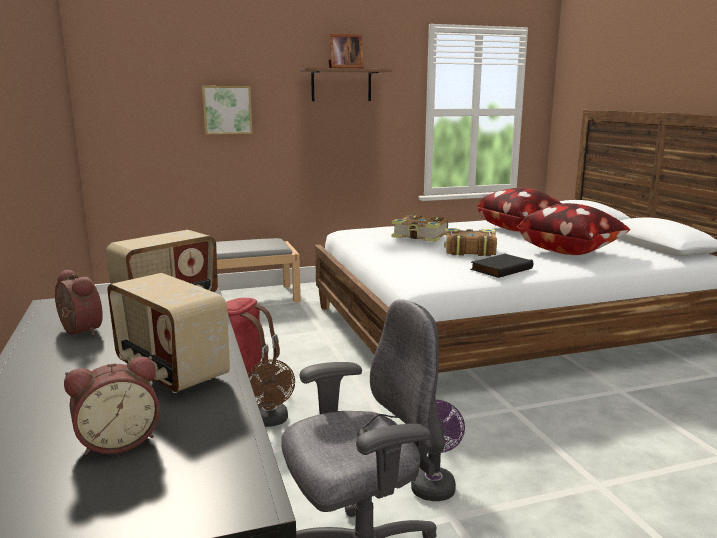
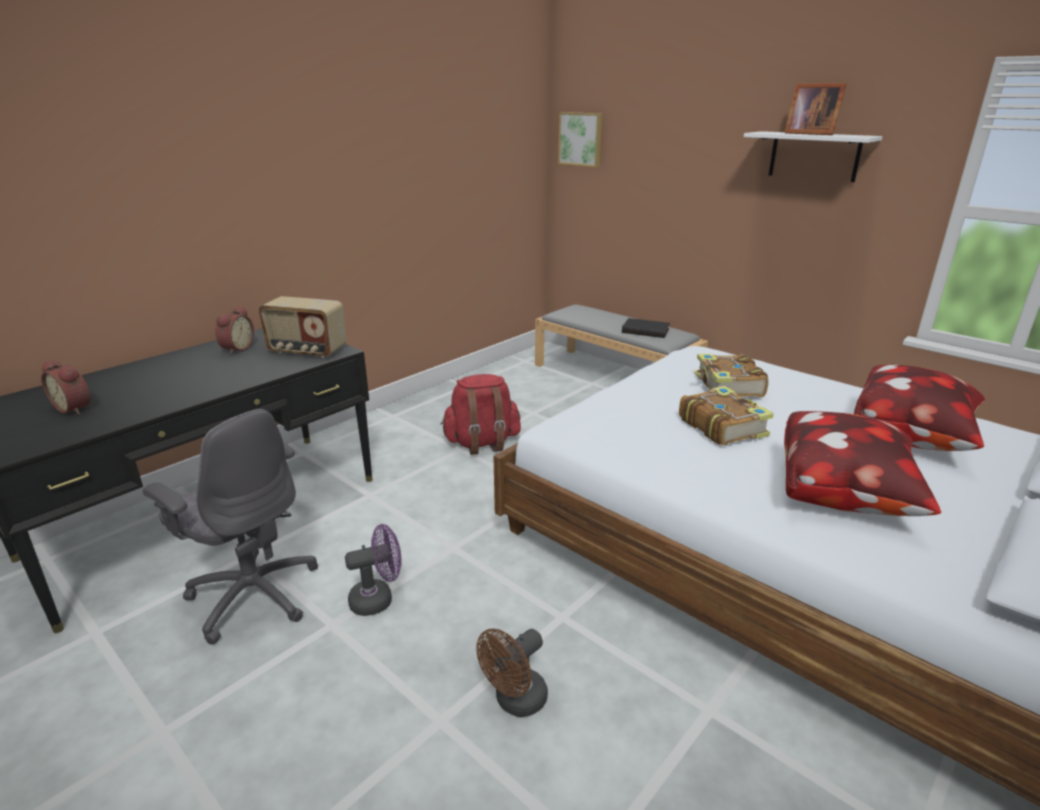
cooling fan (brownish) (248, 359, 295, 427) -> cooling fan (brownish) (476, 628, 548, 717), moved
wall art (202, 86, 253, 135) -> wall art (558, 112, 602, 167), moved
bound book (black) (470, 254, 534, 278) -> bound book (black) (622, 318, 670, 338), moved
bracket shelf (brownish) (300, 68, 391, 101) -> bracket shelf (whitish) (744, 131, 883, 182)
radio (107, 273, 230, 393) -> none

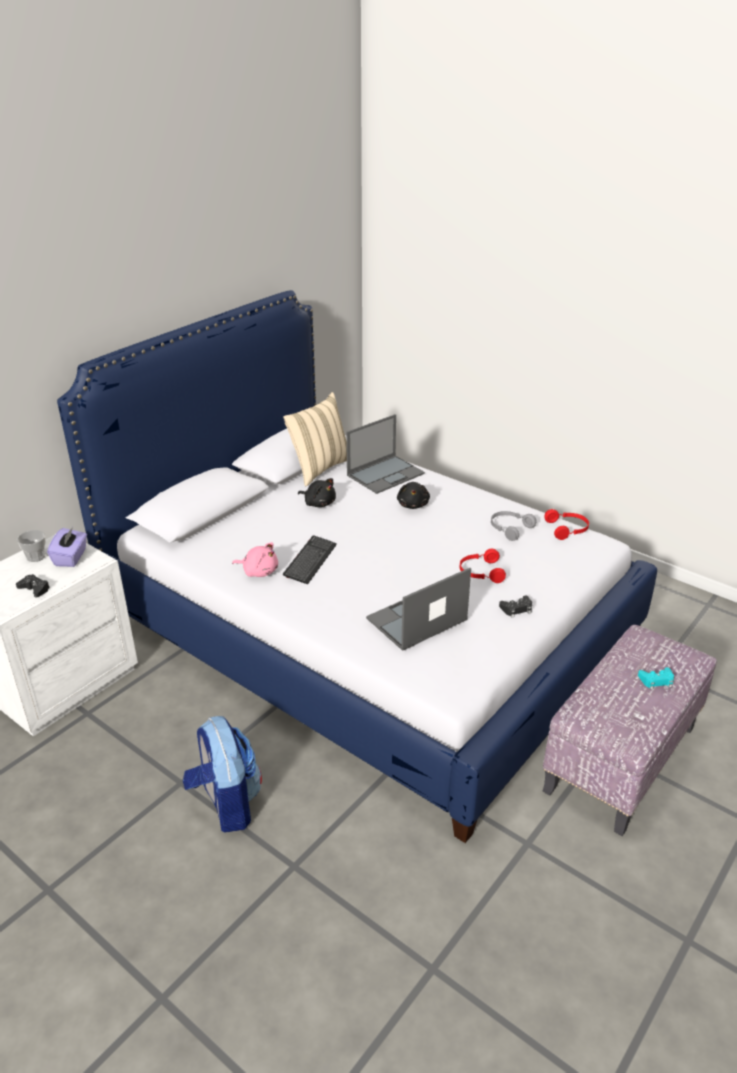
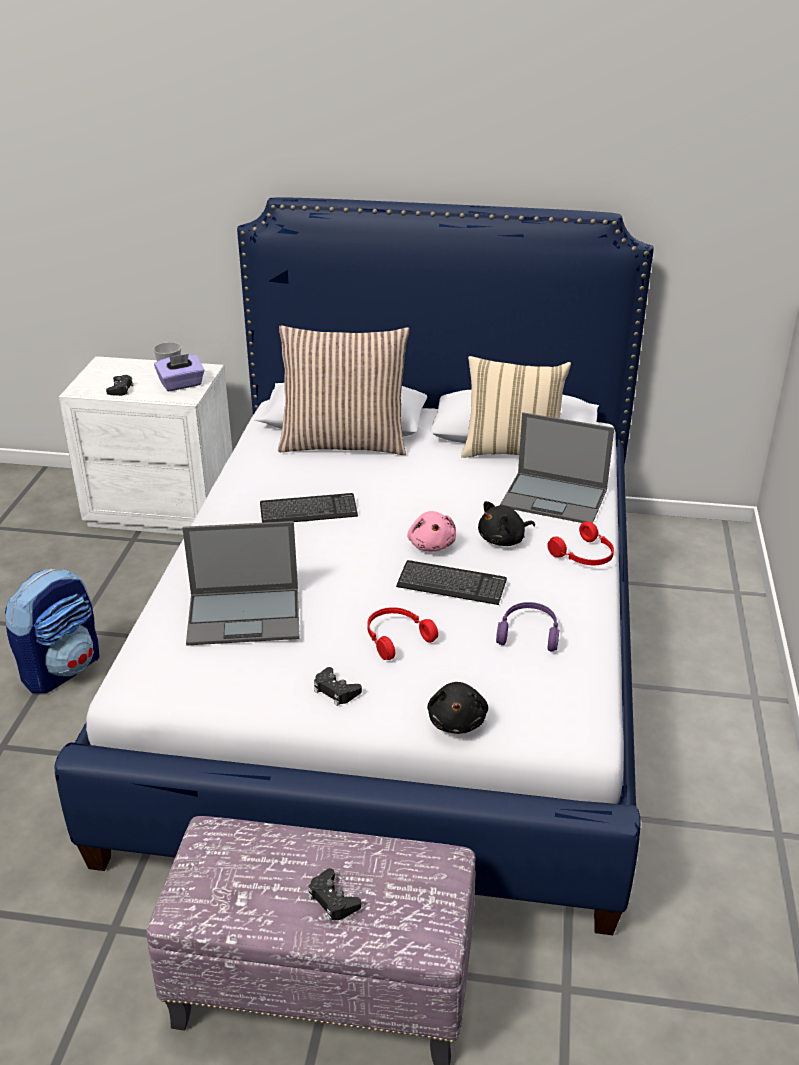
laptop (366, 568, 471, 651) -> laptop (182, 521, 299, 646), 150 degrees clockwise
none -> pillow (278, 326, 410, 455)
game controller (turquoise) (638, 667, 674, 689) -> game controller (black) (308, 868, 361, 922)
none -> keyboard (396, 560, 507, 605)
cuddly toy (pink) (232, 542, 278, 577) -> cuddly toy (pink) (407, 511, 456, 552), moved
cuddly toy (black) (298, 478, 336, 507) -> cuddly toy (black) (427, 682, 488, 734), moved
headphones (grey) (491, 511, 537, 541) -> headphones (purplish) (496, 602, 559, 651)
headphones (reddish) (544, 509, 589, 540) -> headphones (reddish) (547, 522, 614, 565), moved

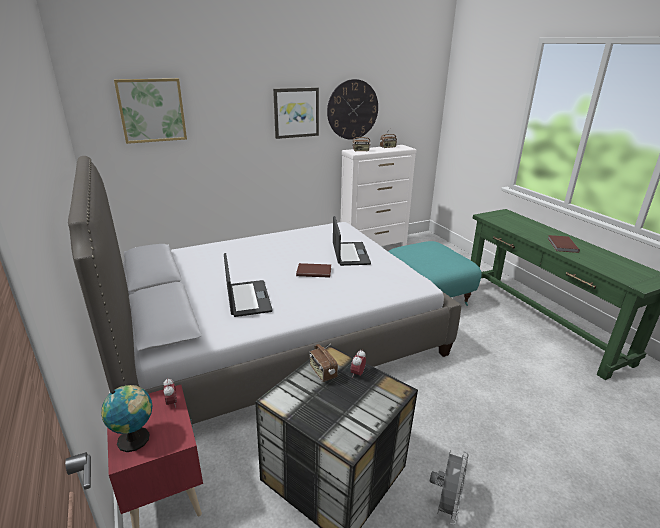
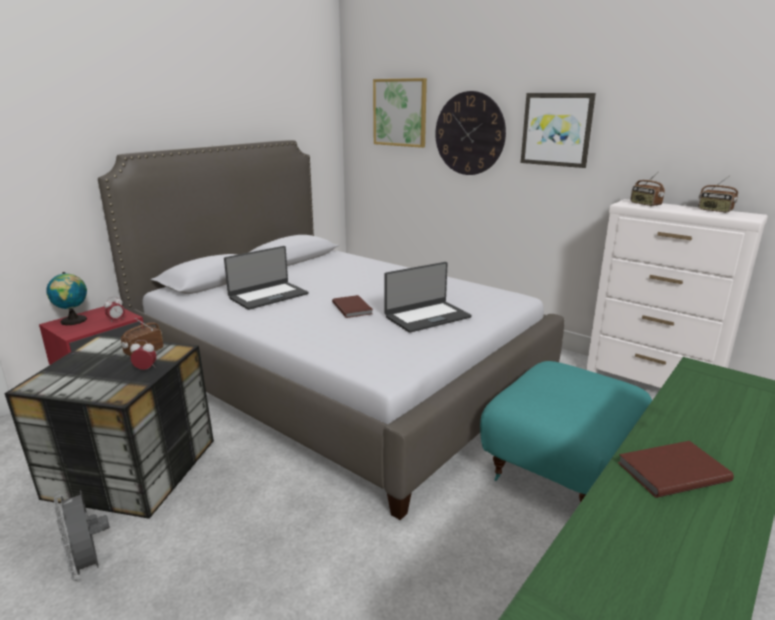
cooling fan (grey) (430, 450, 468, 525) -> cooling fan (grey) (54, 490, 110, 581), 60 degrees clockwise
wall clock (327, 79, 378, 140) -> wall clock (435, 91, 506, 175), moved

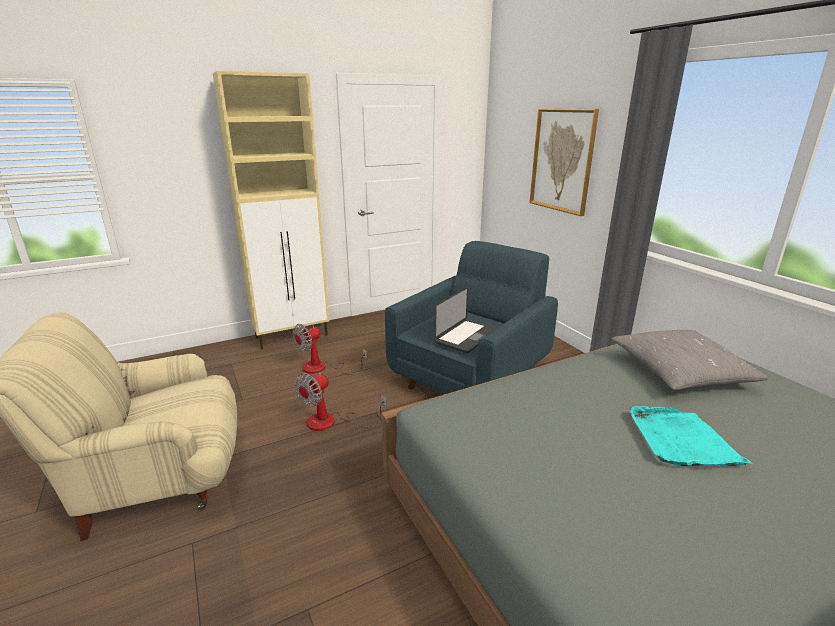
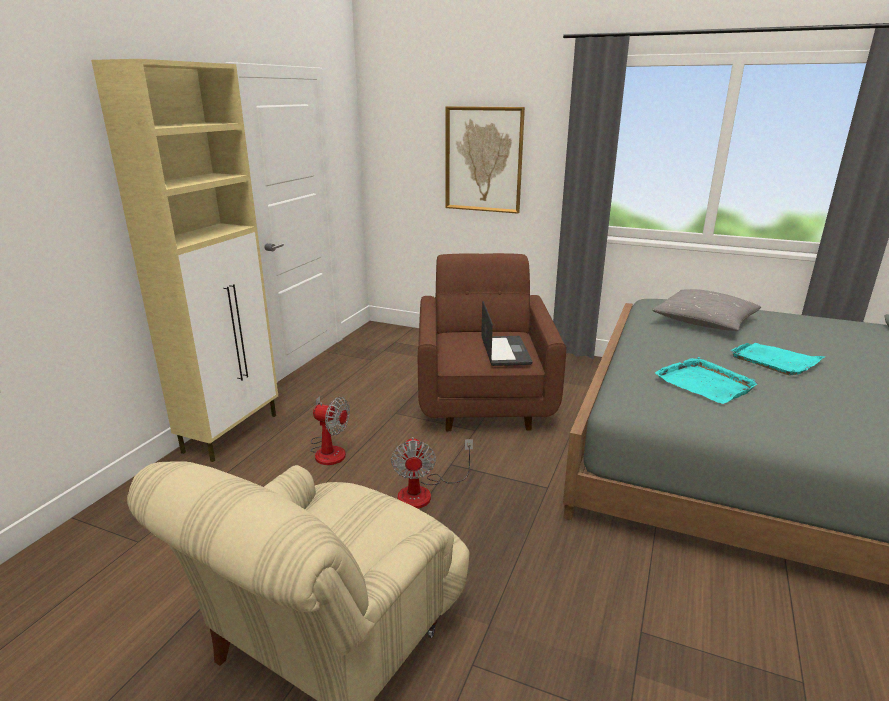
cooling fan (293, 324, 367, 375) -> cooling fan (311, 396, 350, 465), 75 degrees counterclockwise
armchair (blue) (385, 241, 558, 394) -> armchair (brownish) (418, 253, 566, 432)
none -> tray (turquoise) (655, 357, 758, 404)

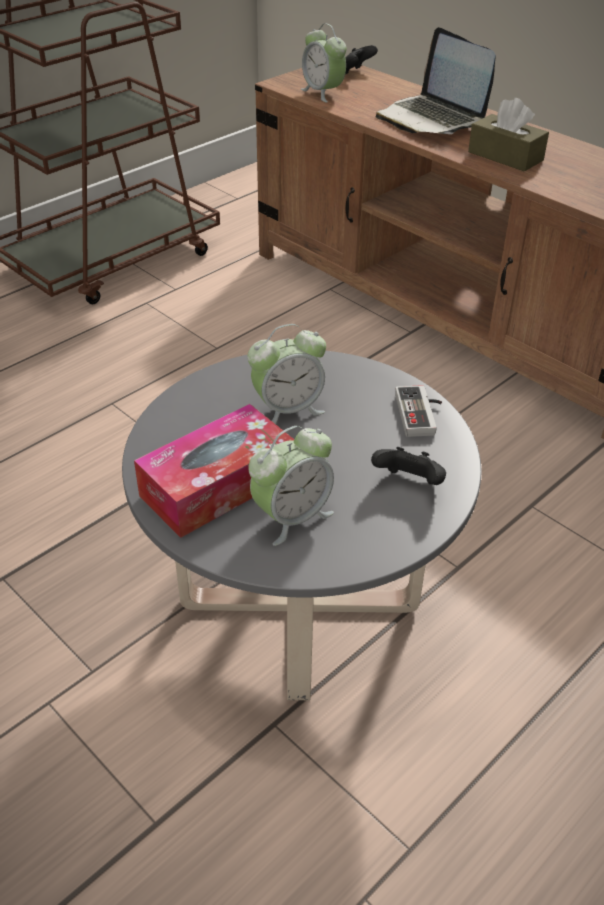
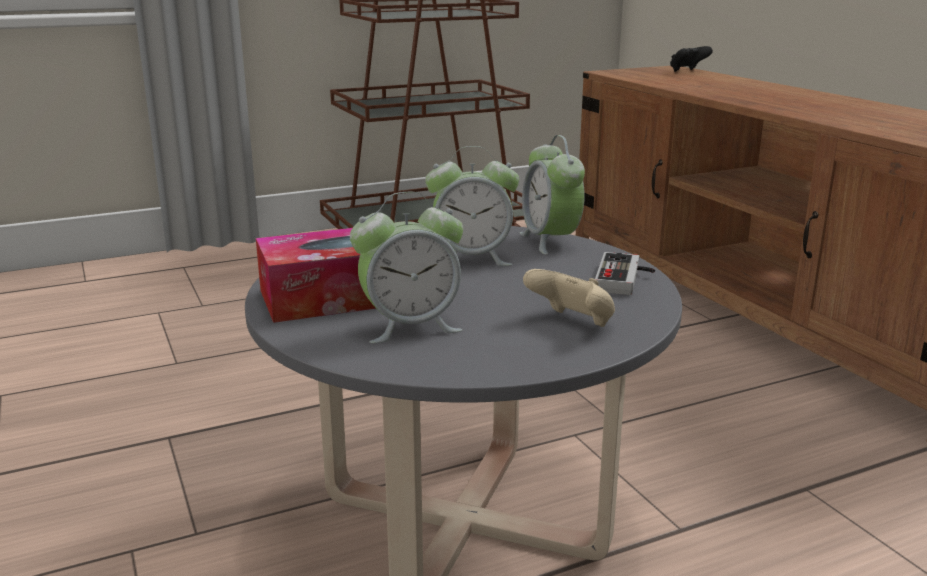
alarm clock (301, 23, 346, 102) -> alarm clock (520, 135, 585, 255), moved
game controller (black) (371, 447, 446, 485) -> game controller (beige-coloured) (523, 269, 615, 327)
laptop (376, 27, 496, 134) -> none
box of tissues (brownish) (468, 98, 549, 172) -> none

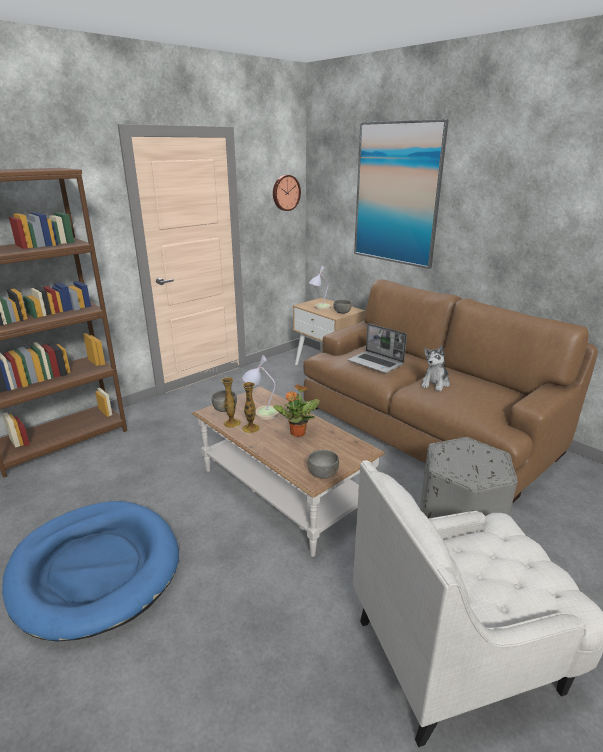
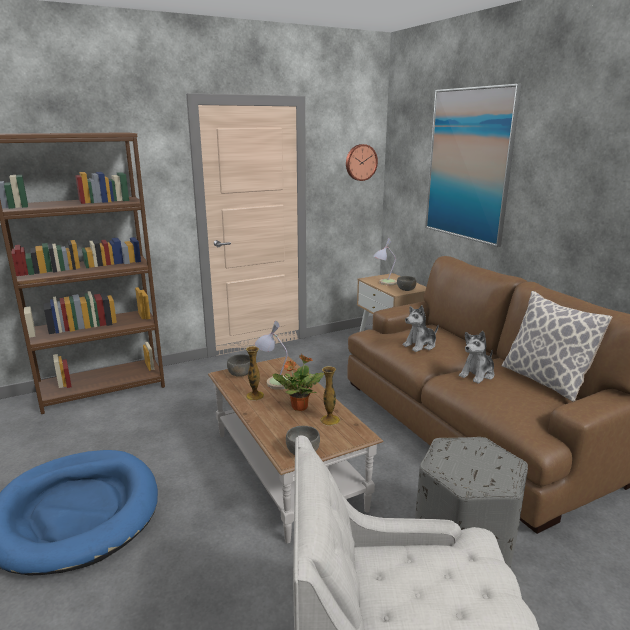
vase (221, 377, 241, 428) -> vase (320, 366, 340, 426), moved
laptop (348, 323, 407, 373) -> cuddly toy (402, 305, 438, 352)
none -> pillow (502, 291, 613, 402)

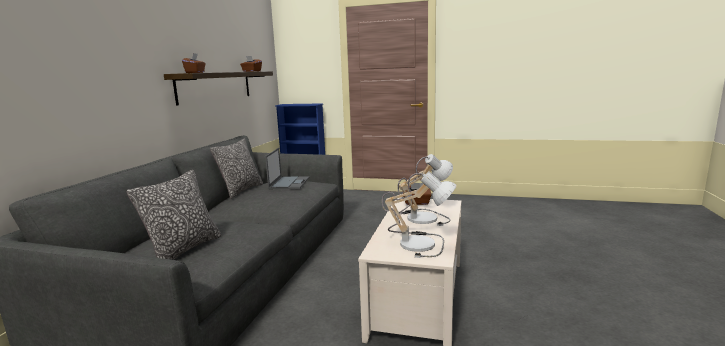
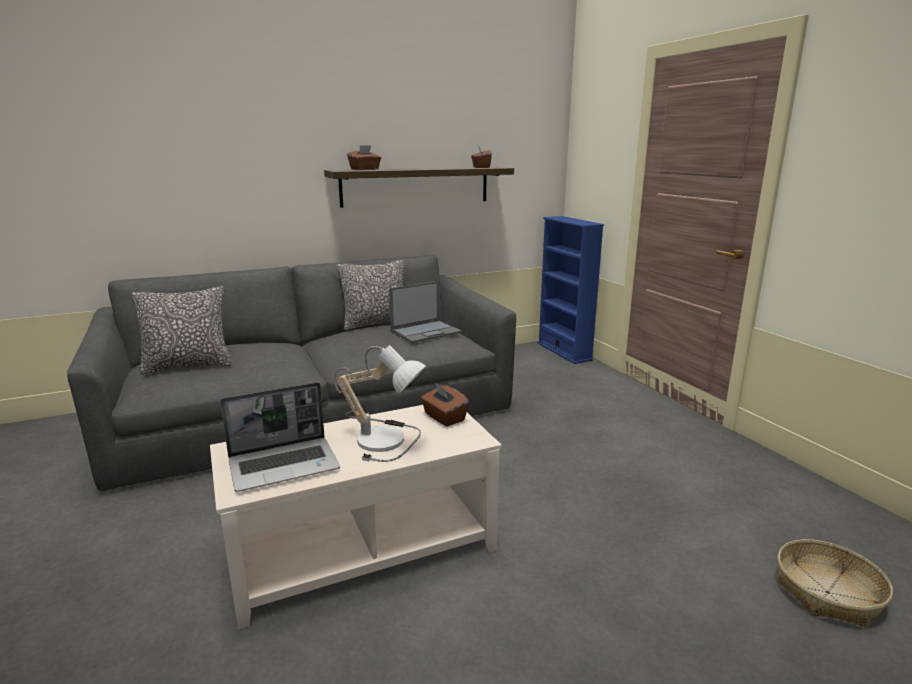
lamp for a table (382, 172, 457, 258) -> laptop (220, 382, 340, 492)
none -> household basket (777, 539, 893, 627)

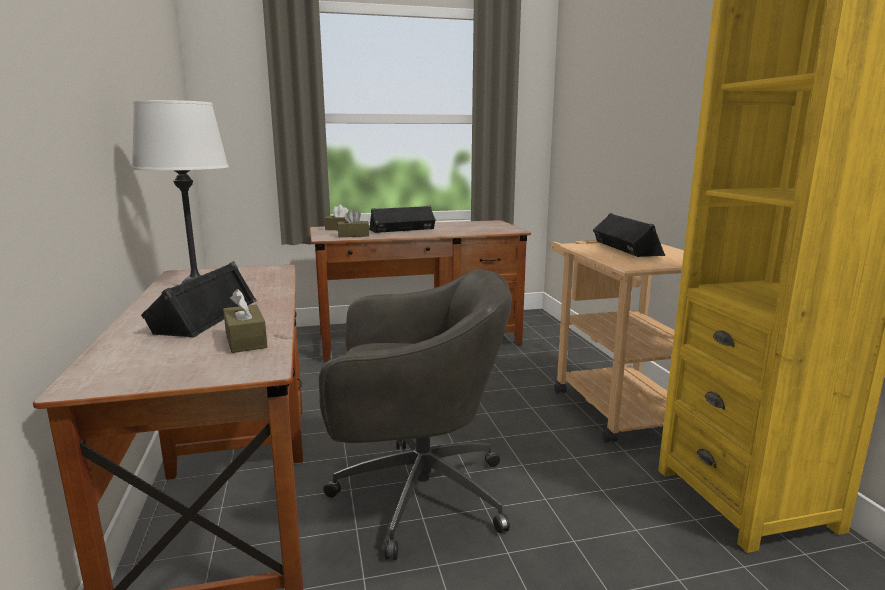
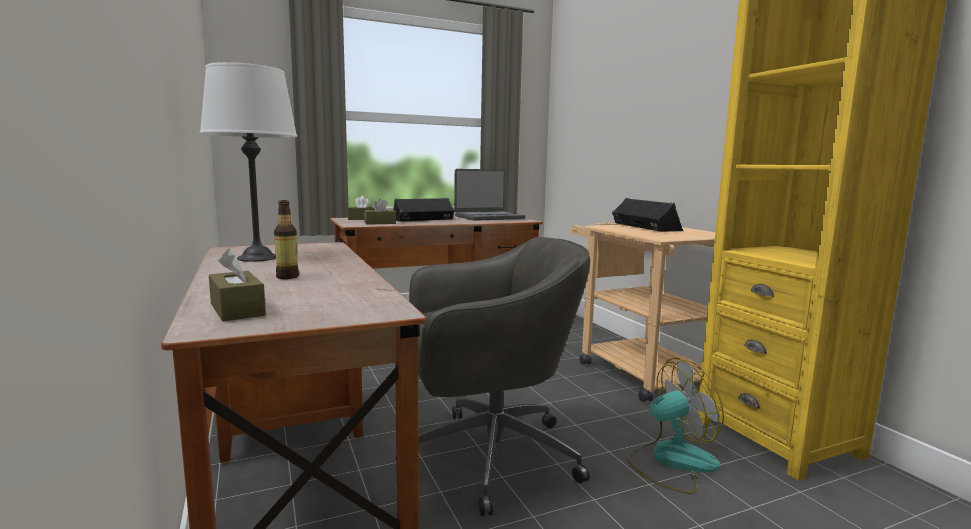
box of tissues (brownish) (223, 289, 267, 353) -> box of tissues (brownish) (209, 248, 266, 321), moved
audio speaker (black) (141, 261, 257, 338) -> beverage bottle (274, 200, 299, 279)
none -> laptop (454, 169, 525, 221)
none -> cooling fan (627, 358, 724, 494)

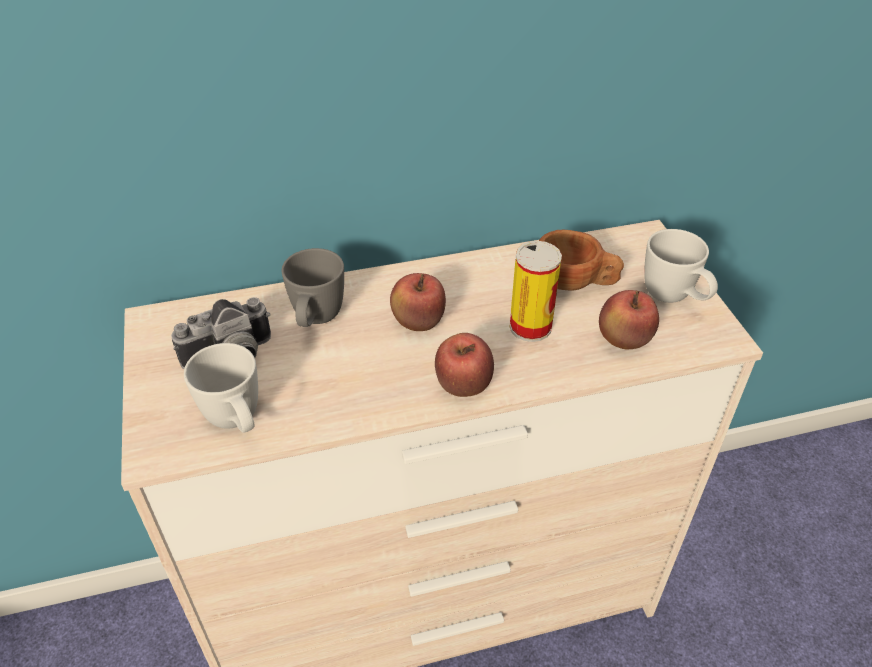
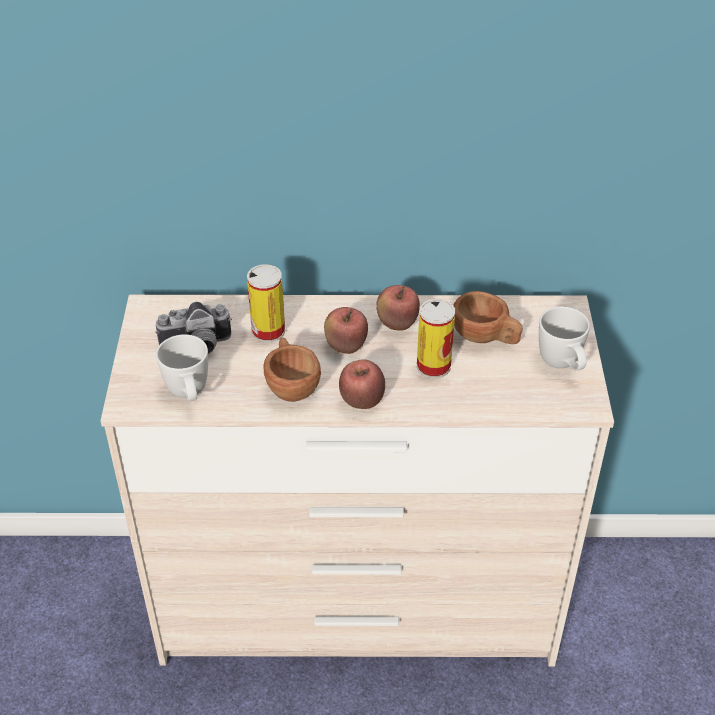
mug (grey) (282, 248, 344, 327) -> can (247, 264, 285, 342)
none -> cup (brownish) (264, 337, 321, 402)
whole apple (599, 290, 659, 349) -> whole apple (376, 285, 420, 331), moved

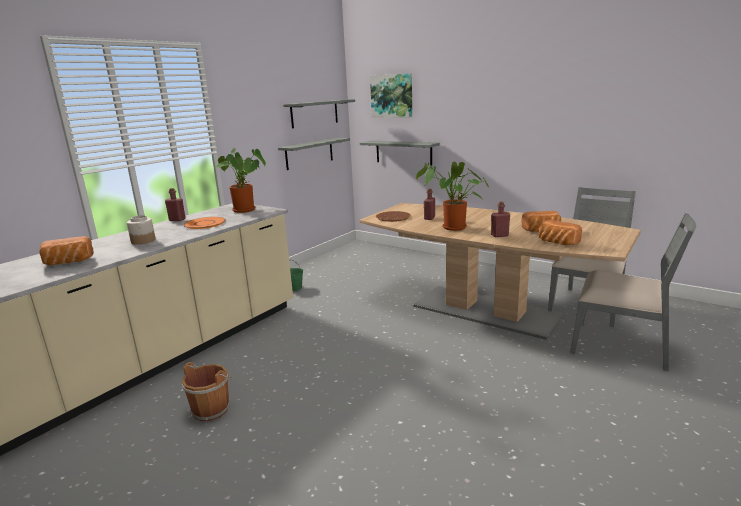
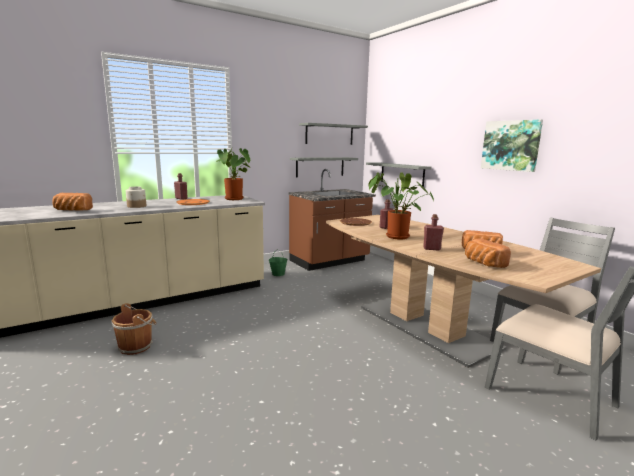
none -> kitchen counter (brownish) (289, 169, 376, 271)
wall art (370, 73, 413, 118) -> wall art (481, 119, 543, 172), moved

